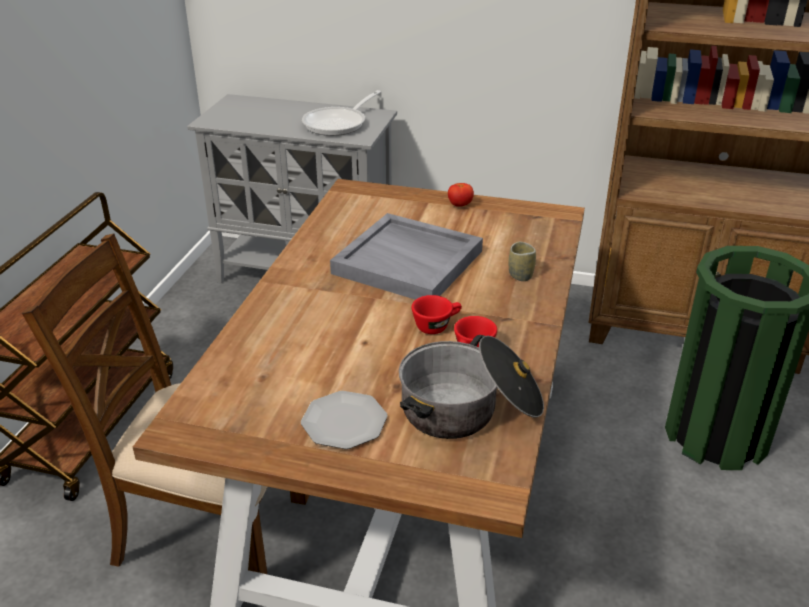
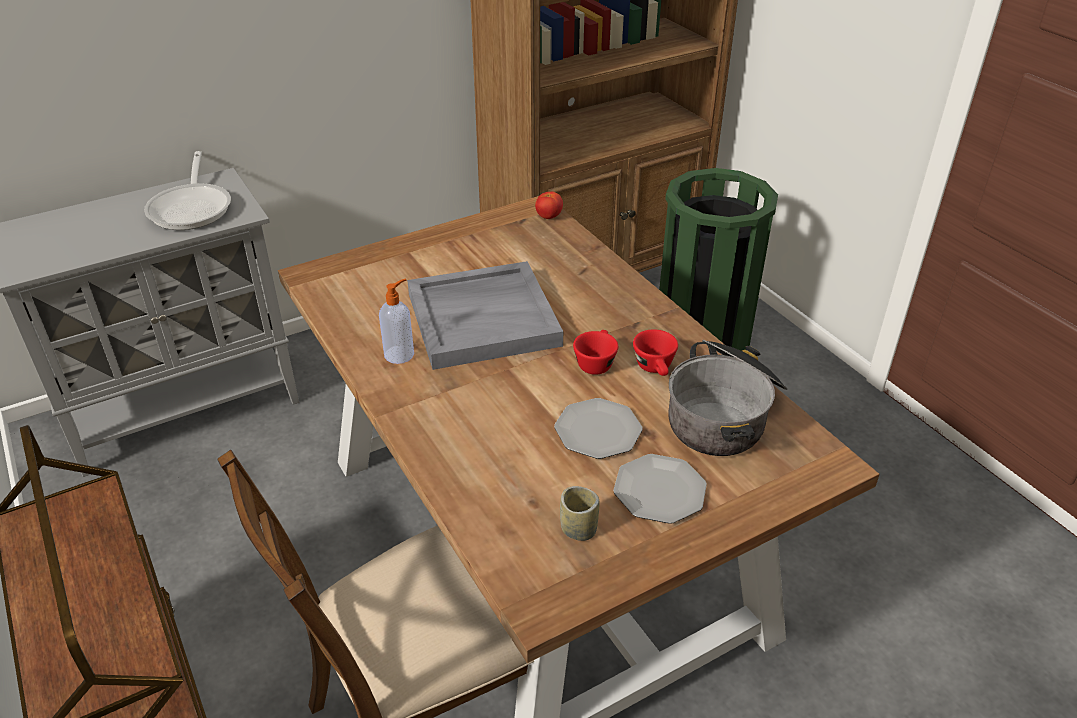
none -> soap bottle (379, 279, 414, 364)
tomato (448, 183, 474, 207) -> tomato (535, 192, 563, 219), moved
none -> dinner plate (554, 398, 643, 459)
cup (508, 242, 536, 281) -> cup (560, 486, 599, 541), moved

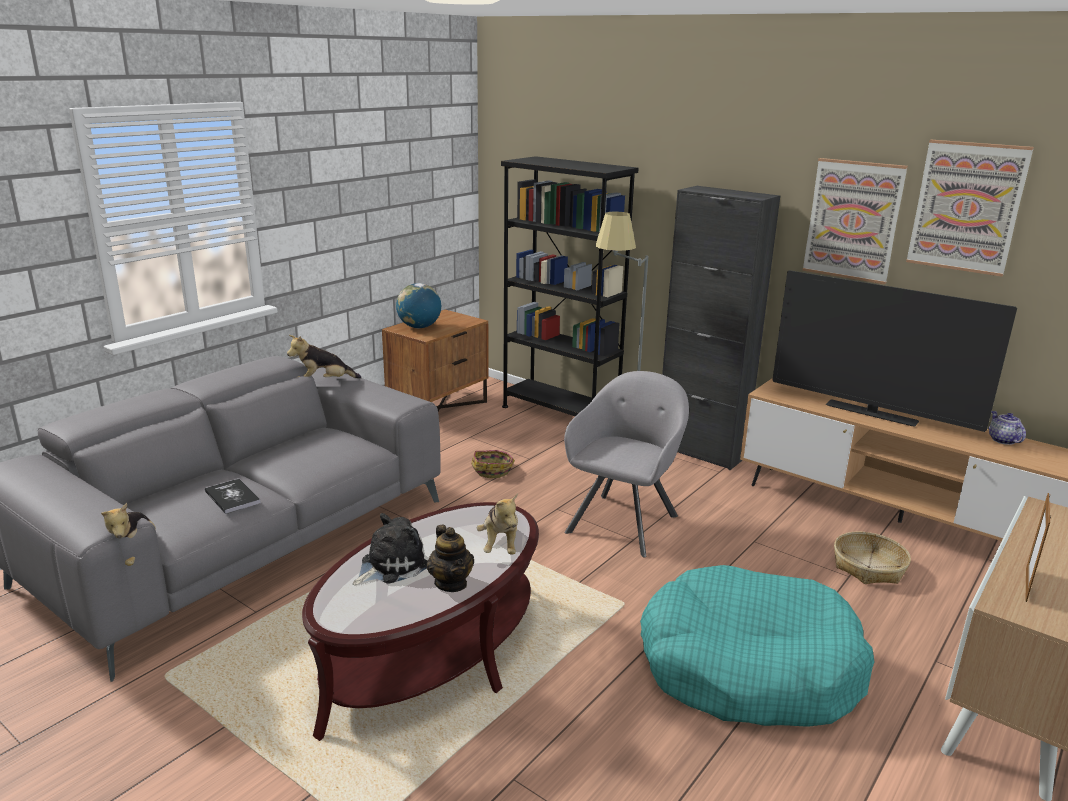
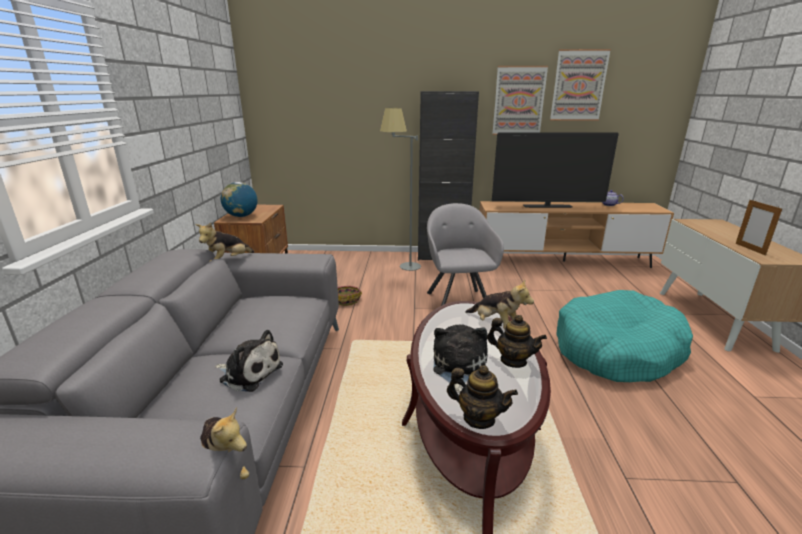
bound book (205, 478, 261, 514) -> cuddly toy (214, 330, 283, 392)
none -> tea pot (447, 365, 518, 429)
bookshelf (black) (501, 156, 639, 416) -> none
household basket (834, 532, 911, 584) -> none

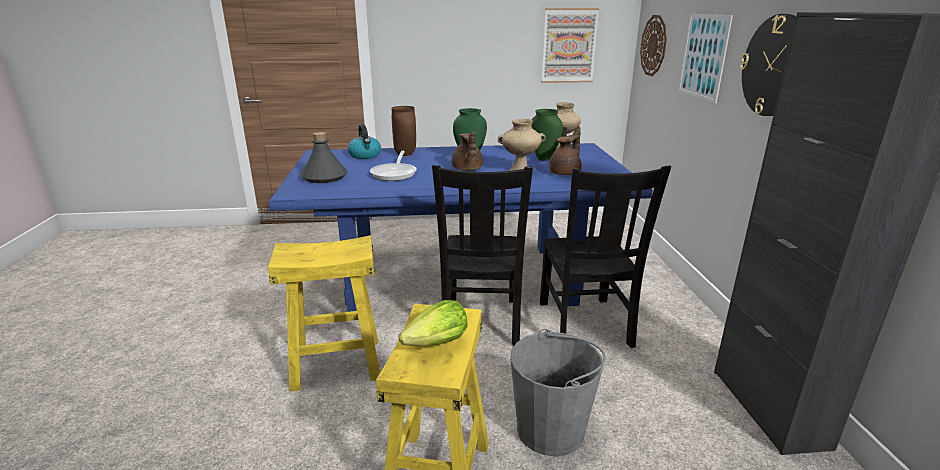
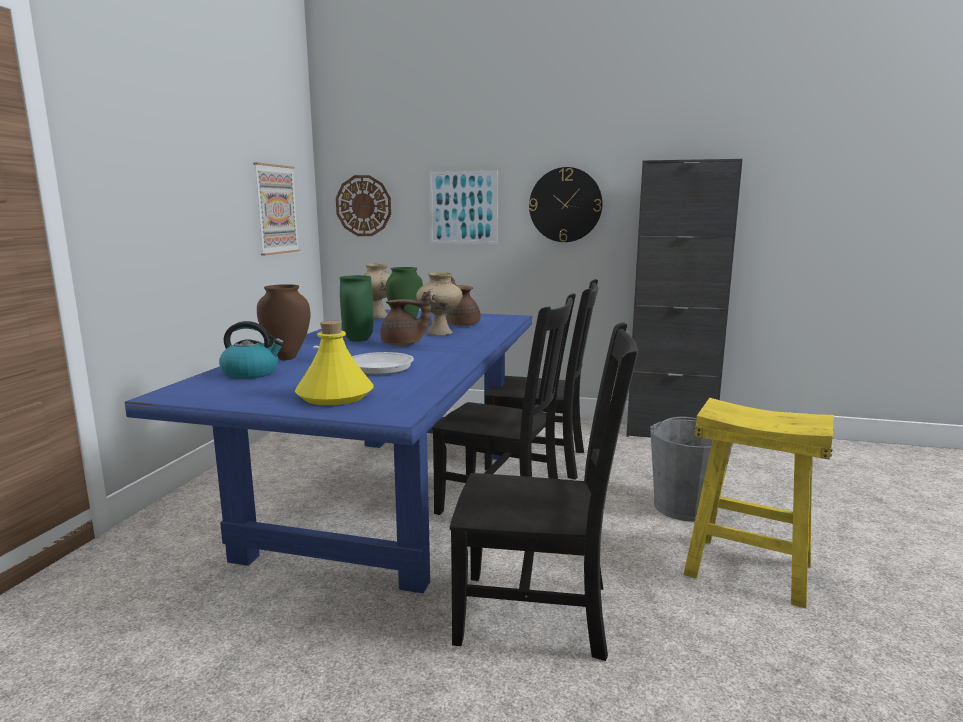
beverage bottle (grey) (300, 132, 347, 183) -> beverage bottle (yellow) (295, 321, 374, 405)
stool seat (yellow) (268, 235, 380, 392) -> plain chair (black) (450, 322, 638, 661)
head of lettuce (399, 300, 468, 346) -> none

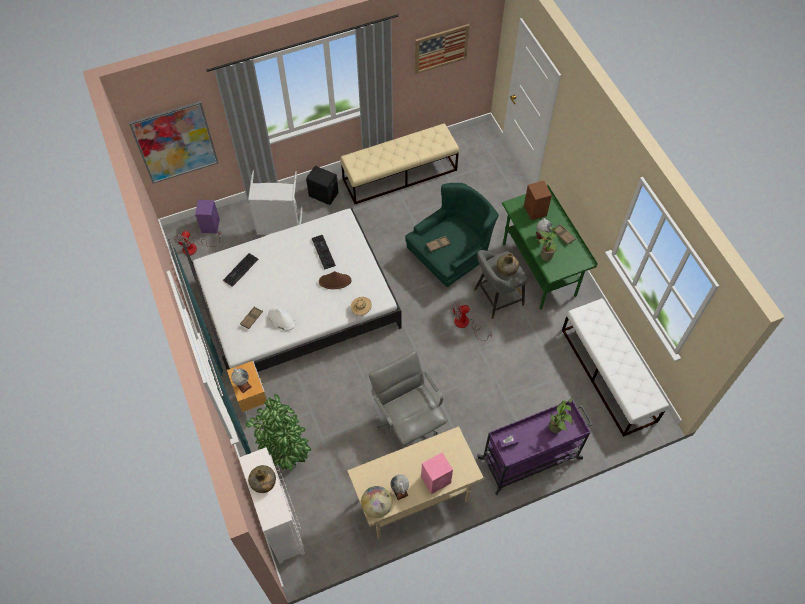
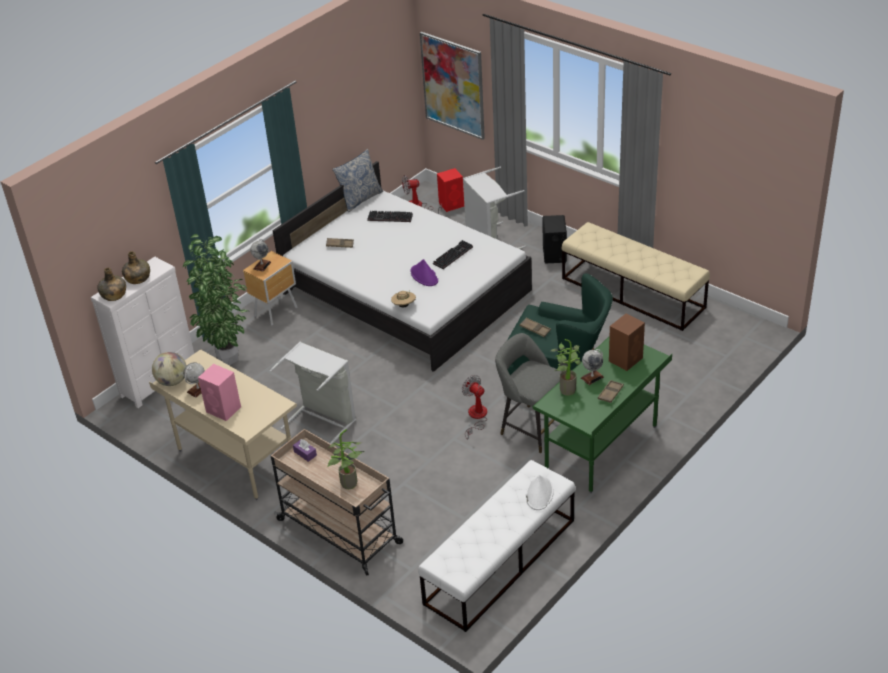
beverage bottle (green-coloured) (497, 253, 519, 276) -> beverage bottle (green-coloured) (97, 267, 126, 301), moved
desk chair (grey) (369, 351, 448, 448) -> laundry basket (grey) (270, 342, 356, 444)
wheeled cart (purplish) (477, 400, 593, 495) -> wheeled cart (beige-coloured) (271, 429, 403, 576)
none -> pillow (333, 149, 383, 212)
clothing hat (brownish) (319, 271, 352, 289) -> clothing hat (purplish) (410, 259, 438, 286)
audio speaker (purplish) (195, 200, 220, 233) -> audio speaker (reddish) (437, 168, 464, 212)
clothing hat (whitish) (267, 307, 295, 330) -> clothing hat (whitish) (526, 475, 553, 510), moved
wall art (415, 24, 470, 74) -> none

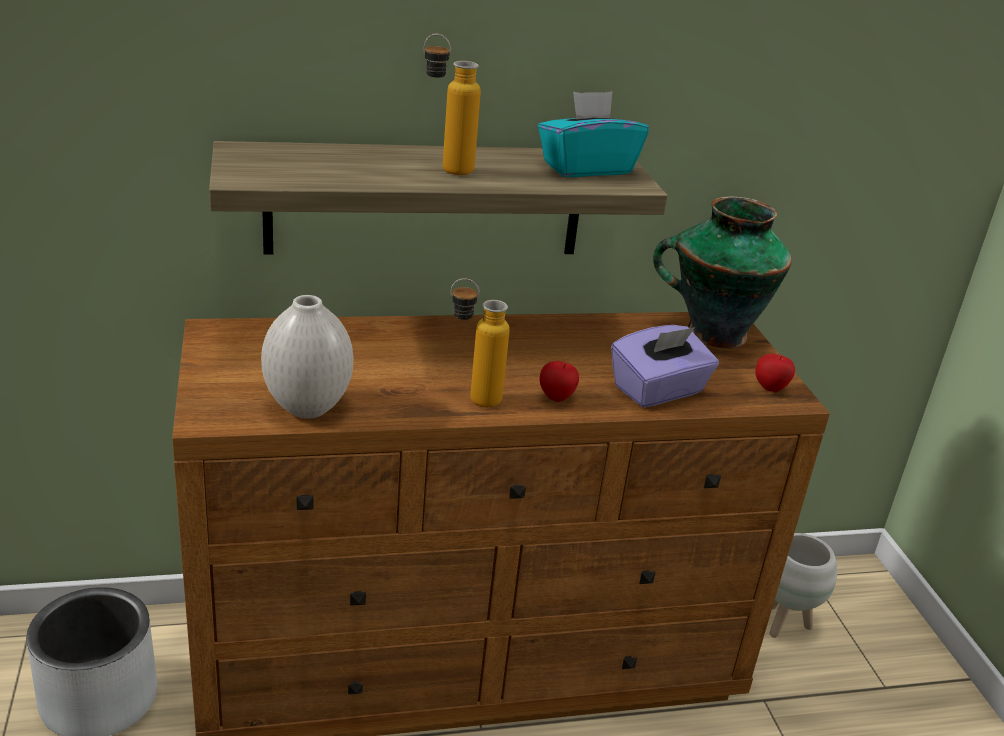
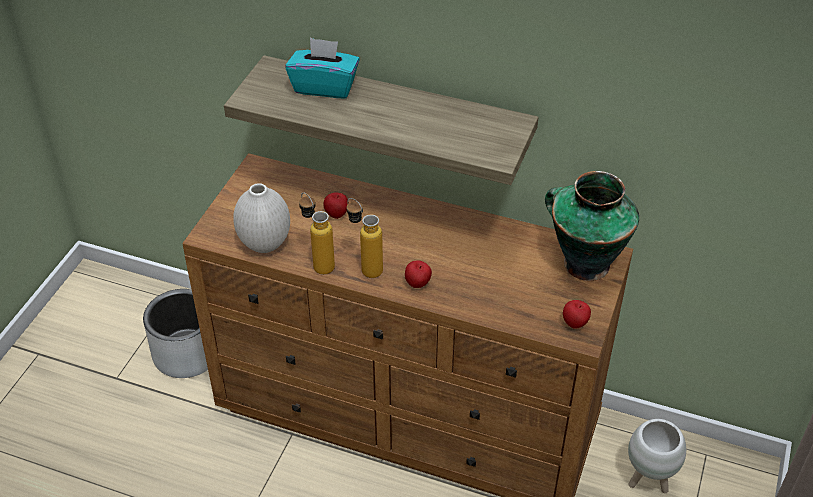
box of tissues (turquoise) (538, 92, 649, 177) -> box of tissues (turquoise) (285, 38, 360, 98), moved
beverage bottle (424, 34, 481, 175) -> beverage bottle (299, 192, 335, 275), moved
none -> whole apple (324, 192, 349, 219)
box of tissues (purplish) (611, 325, 719, 408) -> none

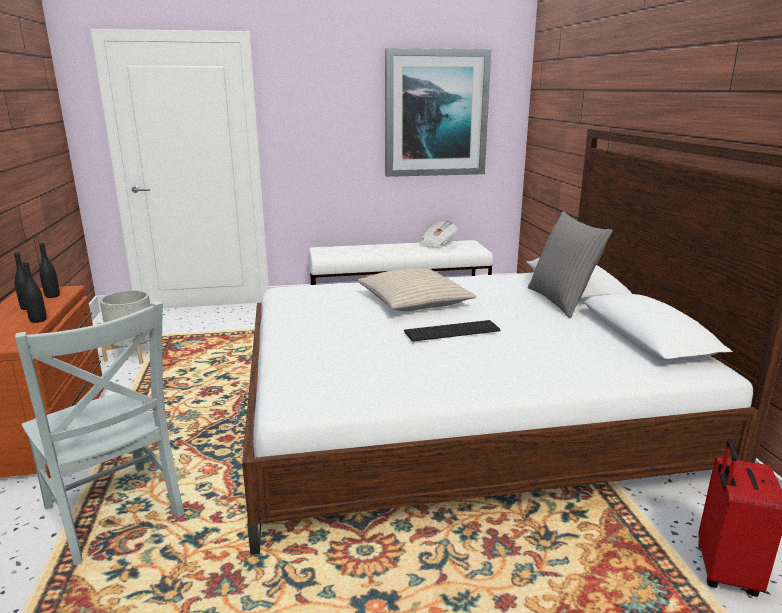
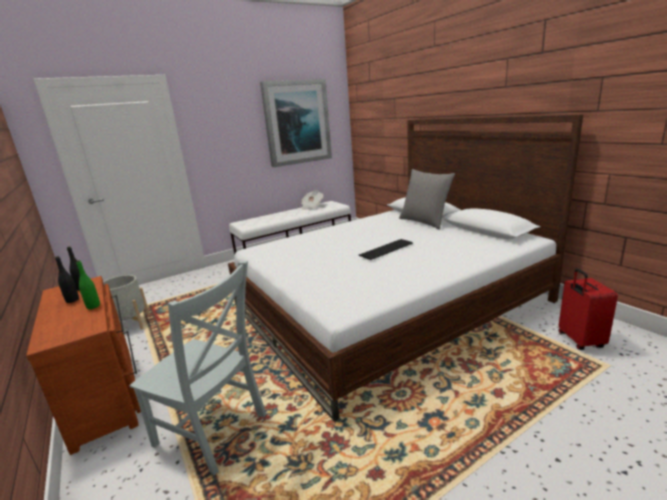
beverage bottle (black) (23, 261, 47, 323) -> beverage bottle (green-coloured) (76, 260, 100, 309)
pillow (beige-coloured) (357, 268, 477, 311) -> none

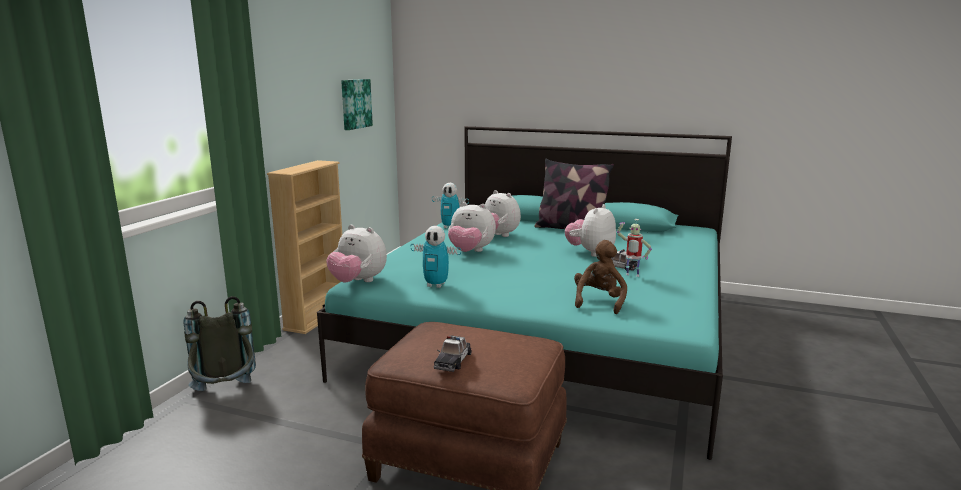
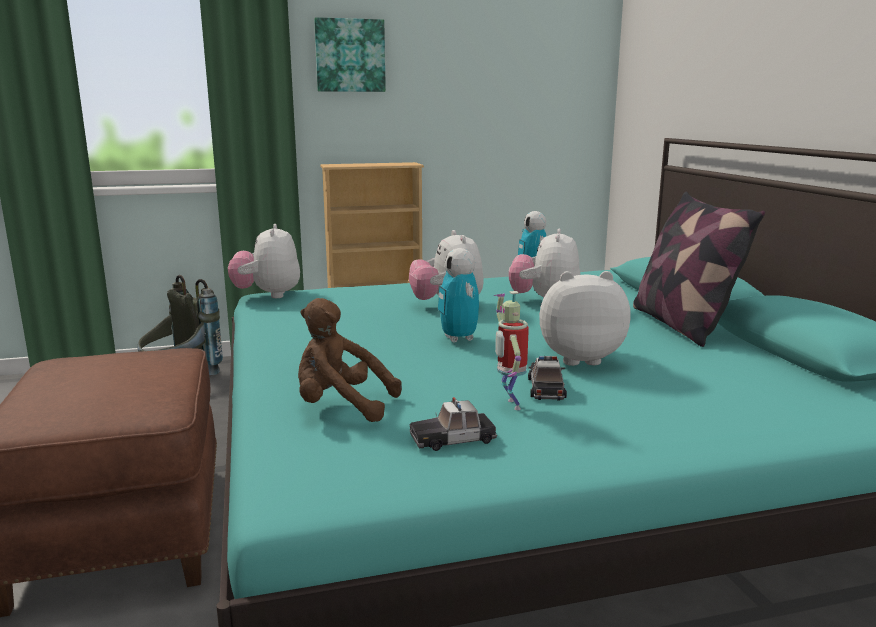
cuddly toy (brownish) (574, 240, 627, 314) -> cuddly toy (brownish) (298, 298, 402, 422), 150 degrees counterclockwise
wall art (341, 79, 373, 130) -> wall art (314, 17, 386, 92), moved
model car (433, 335, 472, 372) -> model car (410, 397, 497, 451), moved
toy robot (410, 226, 461, 288) -> toy robot (438, 248, 479, 343), moved

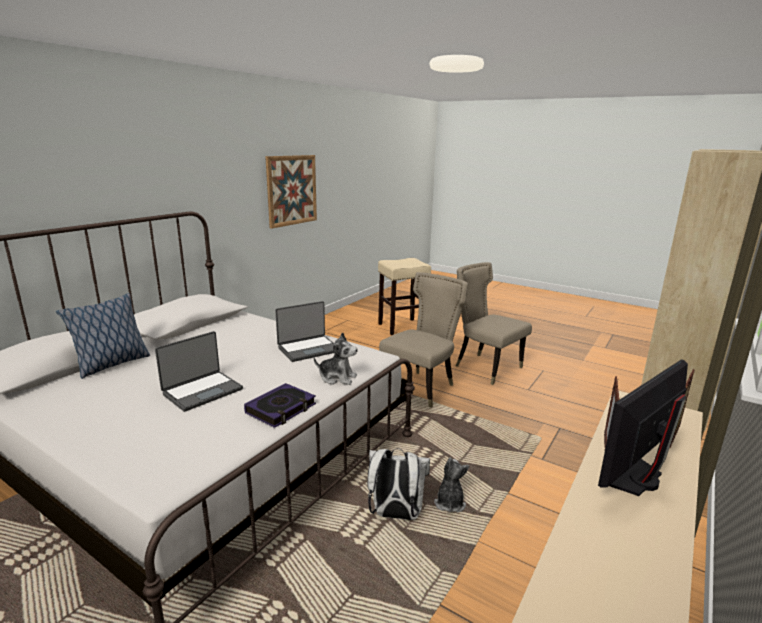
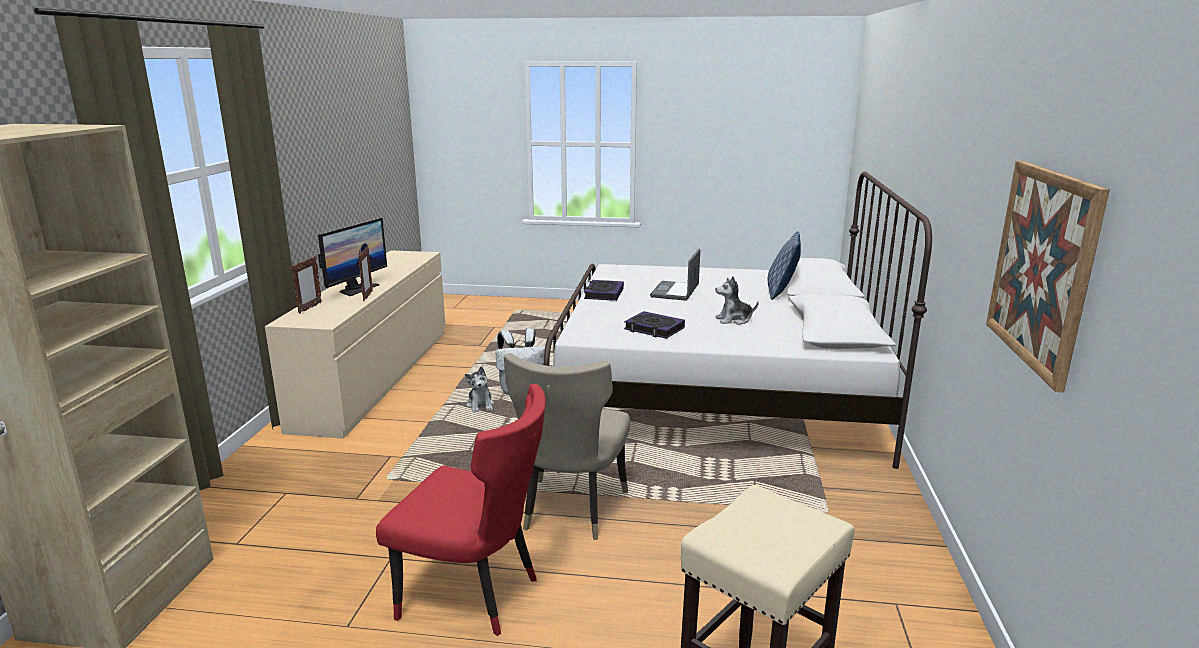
plain chair (beige-coloured) (456, 262, 532, 385) -> plain chair (reddish) (376, 384, 546, 636)
laptop (275, 301, 334, 362) -> bound book (624, 311, 685, 339)
cuddly toy (314, 332, 358, 385) -> cuddly toy (715, 276, 759, 325), moved

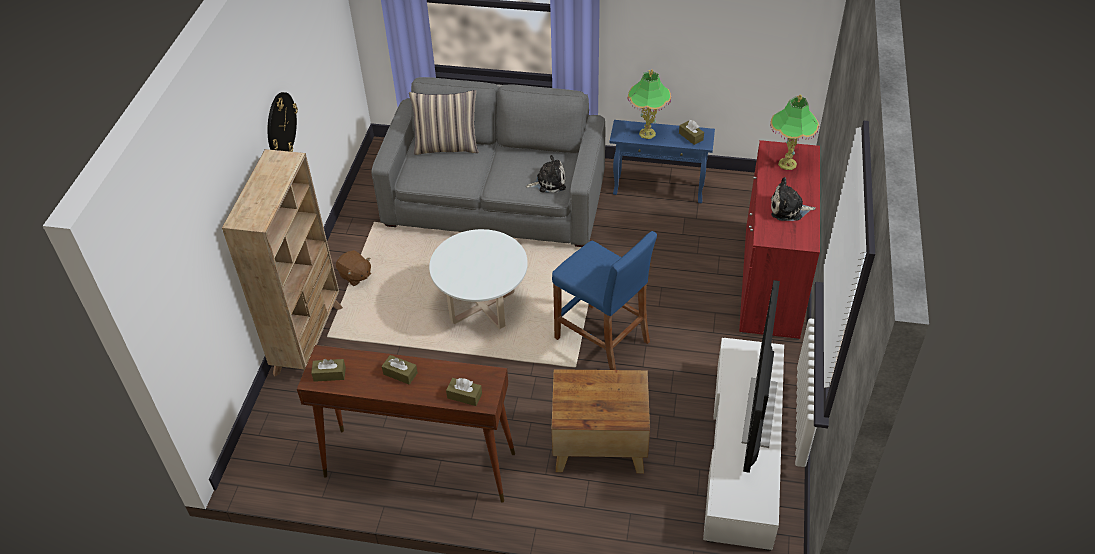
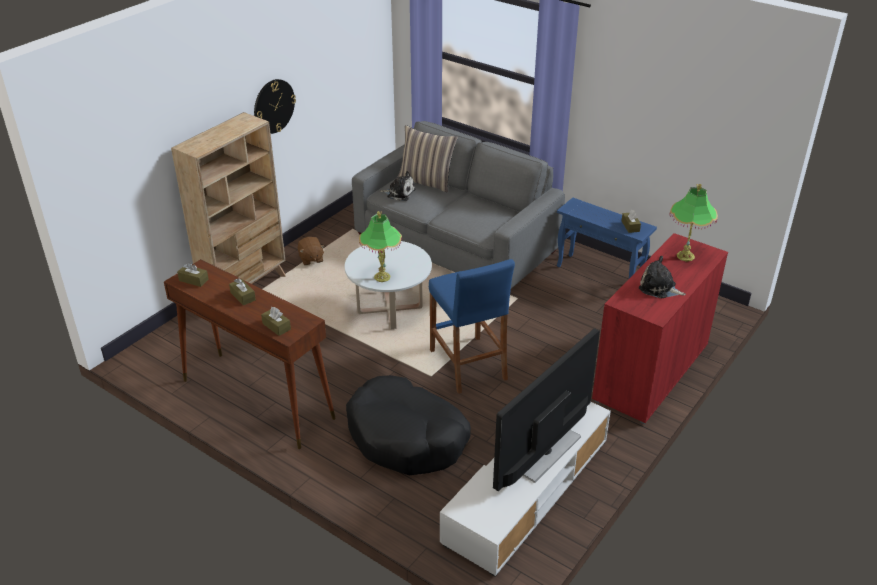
side table (brownish) (551, 369, 650, 474) -> dog cushion (black) (346, 375, 471, 475)
lamp for a table (627, 70, 671, 139) -> lamp for a table (359, 211, 402, 282), moved
cuddly toy (526, 155, 566, 193) -> cuddly toy (380, 171, 416, 201), moved

